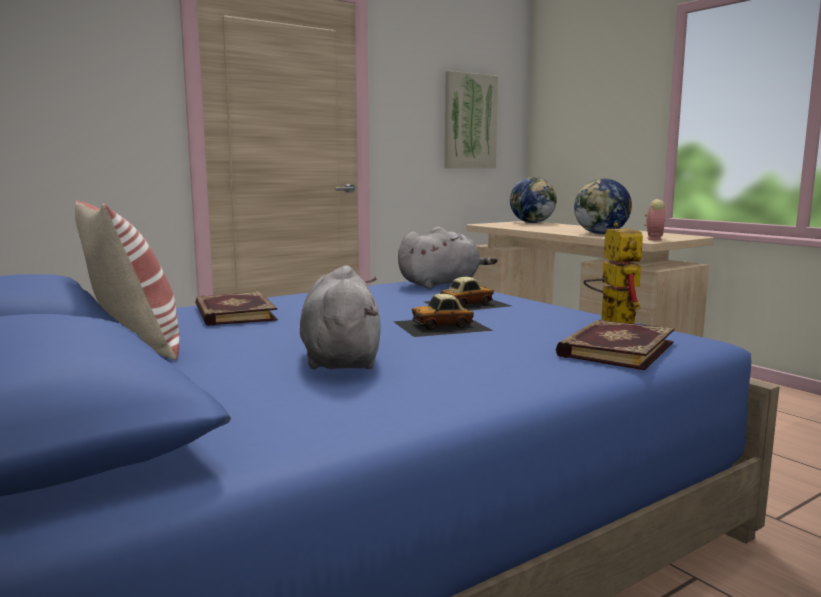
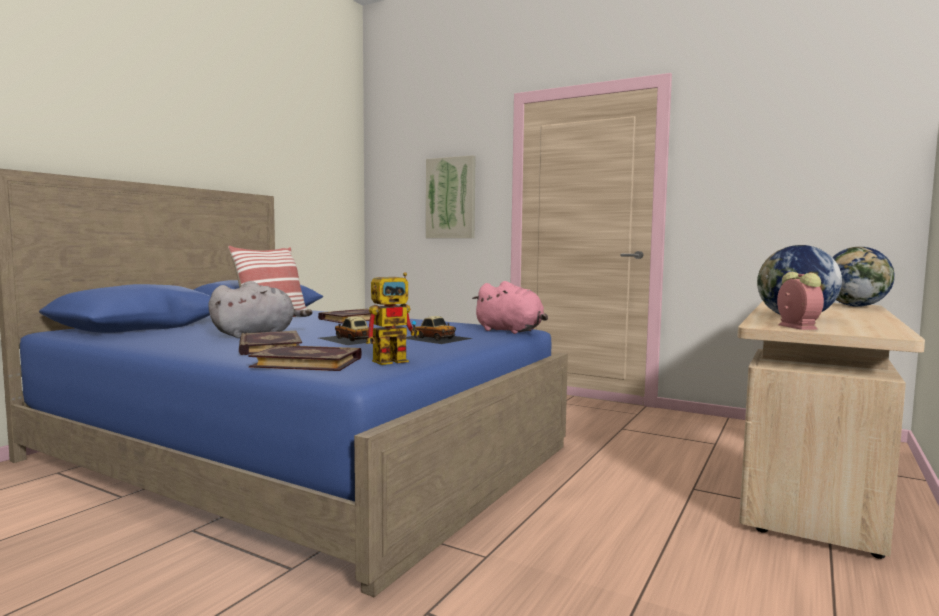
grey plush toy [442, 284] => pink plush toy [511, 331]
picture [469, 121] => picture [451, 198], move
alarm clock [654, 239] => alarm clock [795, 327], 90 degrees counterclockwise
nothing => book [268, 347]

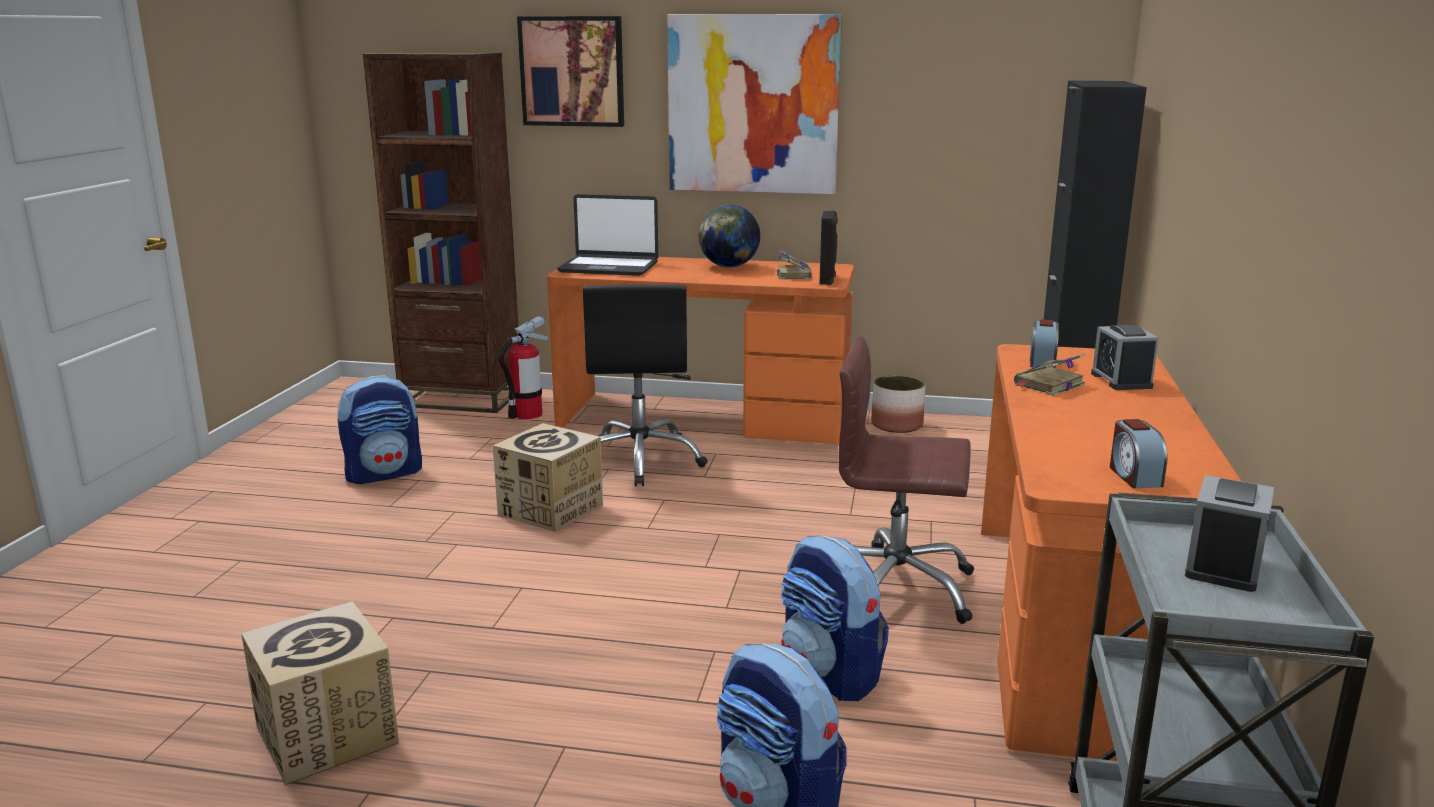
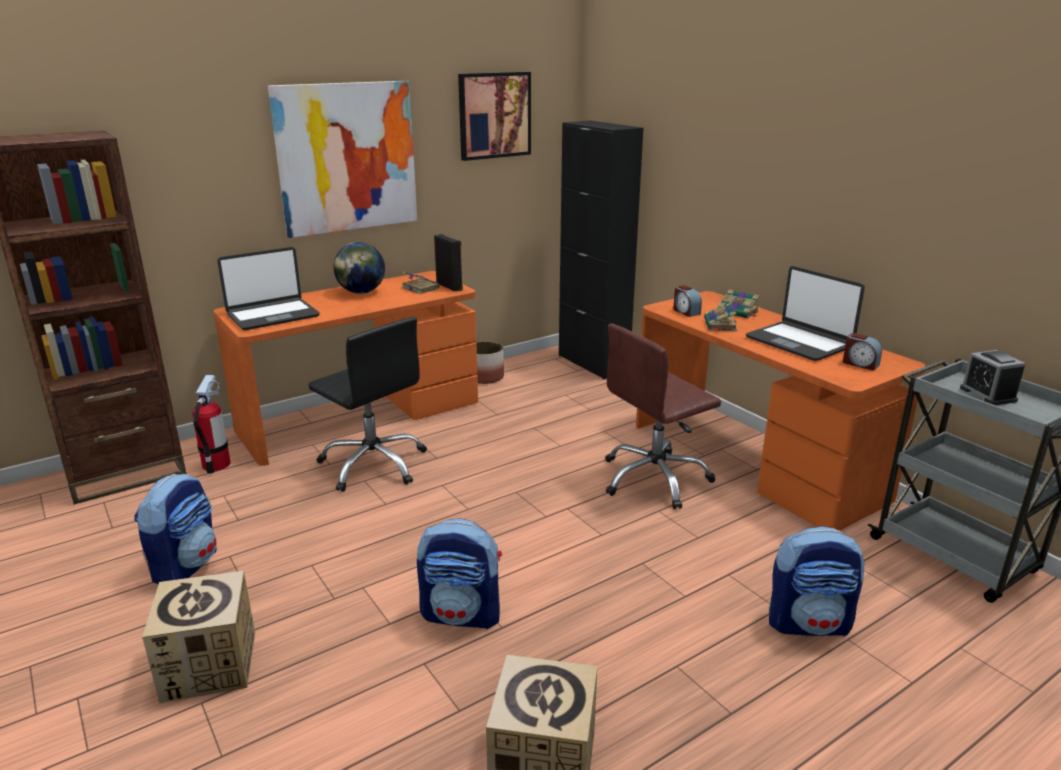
cardboard box [551, 510] => cardboard box [210, 665], move
picture [572, 71] => picture [494, 115], move
backpack [830, 675] => backpack [462, 614], move
alarm clock [1121, 380] => book [738, 312]
nothing => laptop [799, 342]

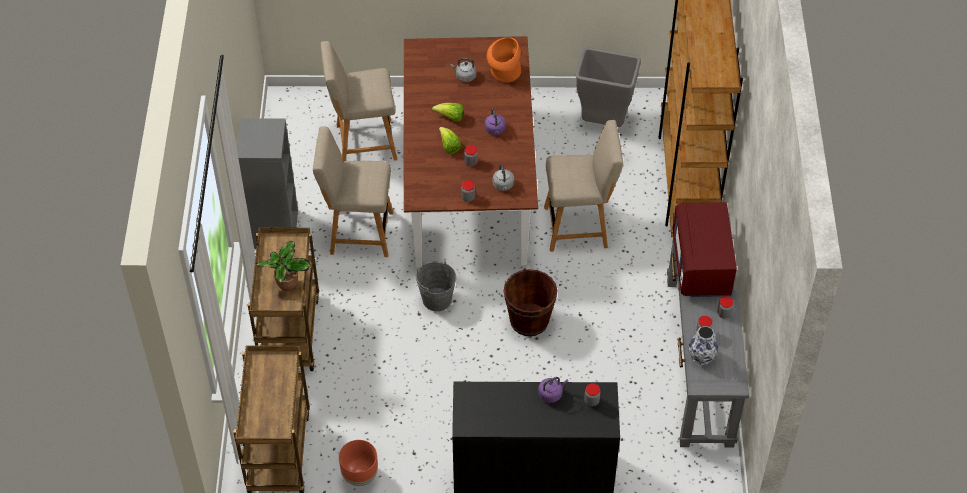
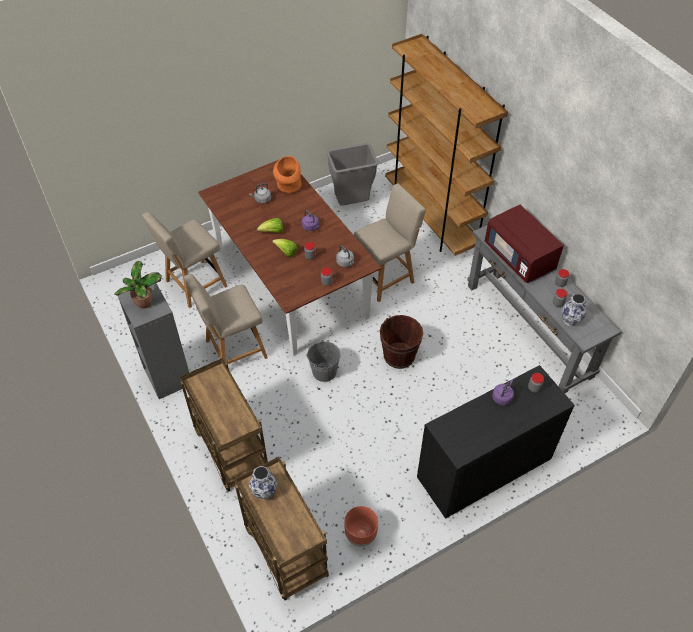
potted plant [286, 285] => potted plant [144, 303], move
nothing => vase [264, 492]

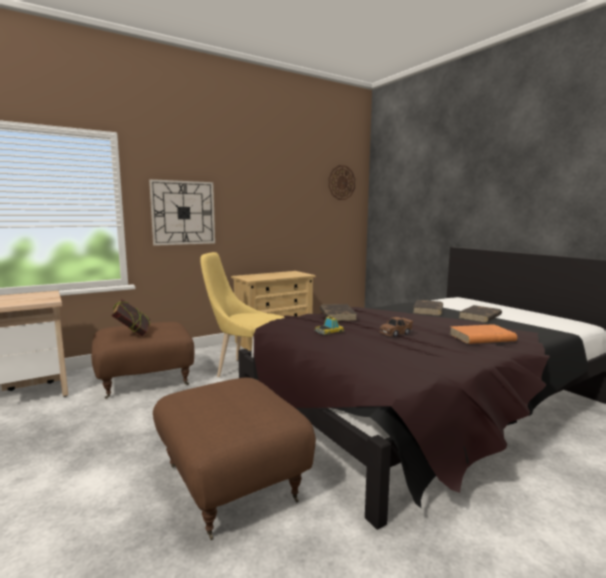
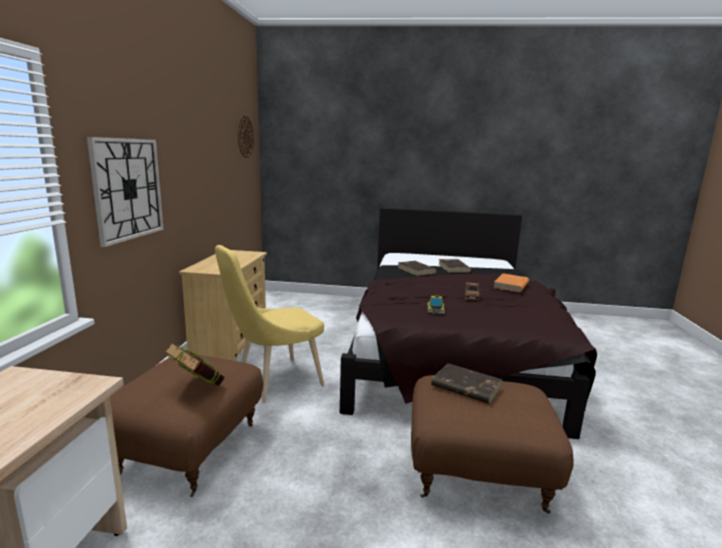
brown book [337, 315] => brown book [465, 387], move

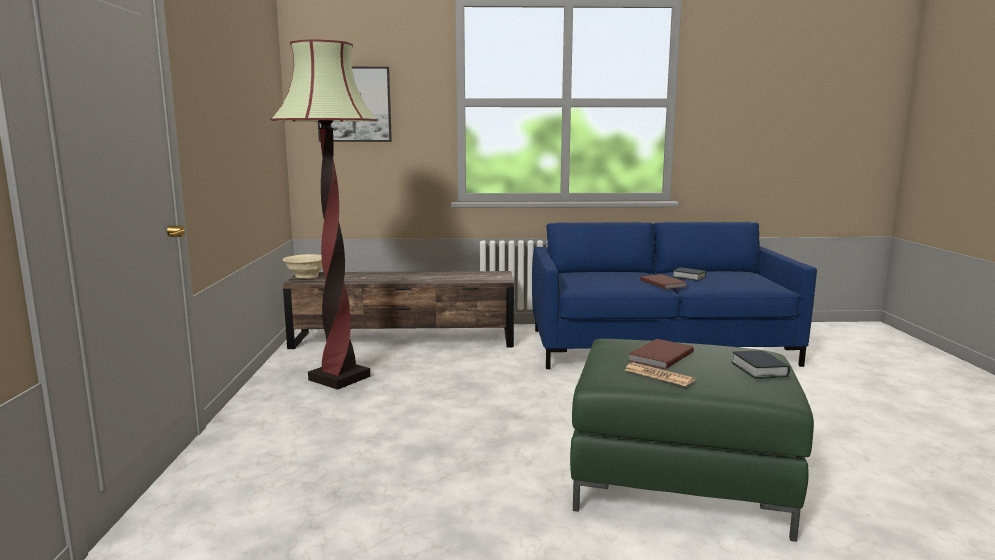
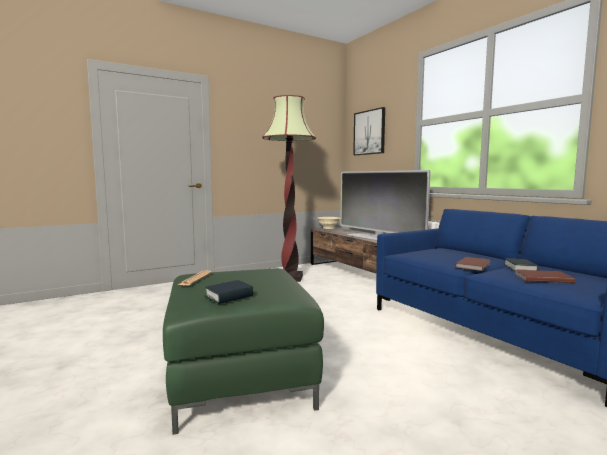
brown book [659, 356] => brown book [542, 278], move
nothing => television [376, 238]

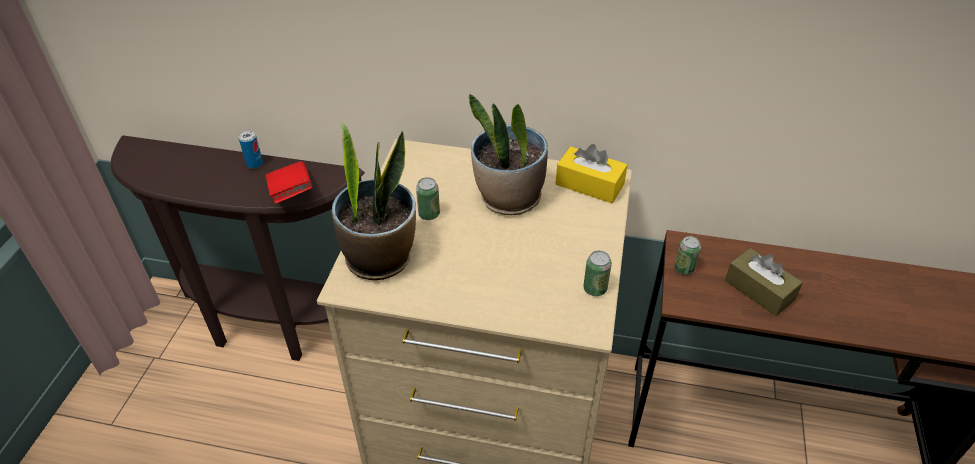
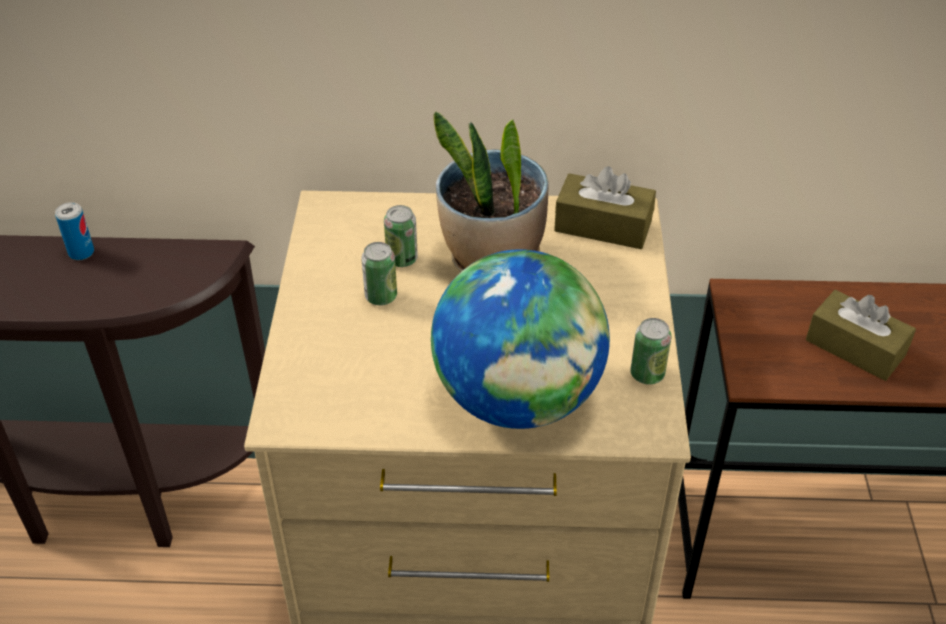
red book [291, 193] => nothing
potted plant [380, 258] => nothing
yellow tissue box [589, 184] => brown tissue box [603, 226]
can [684, 268] => can [402, 259], move
nothing => globe [518, 398]

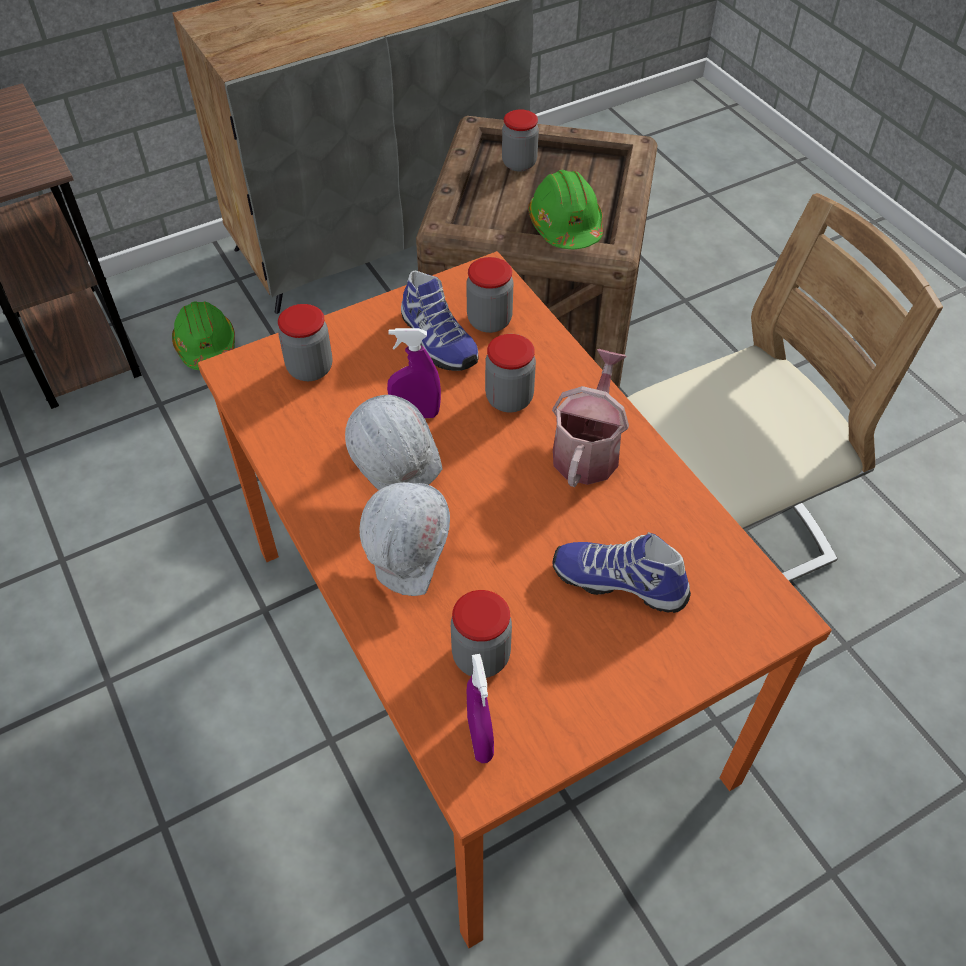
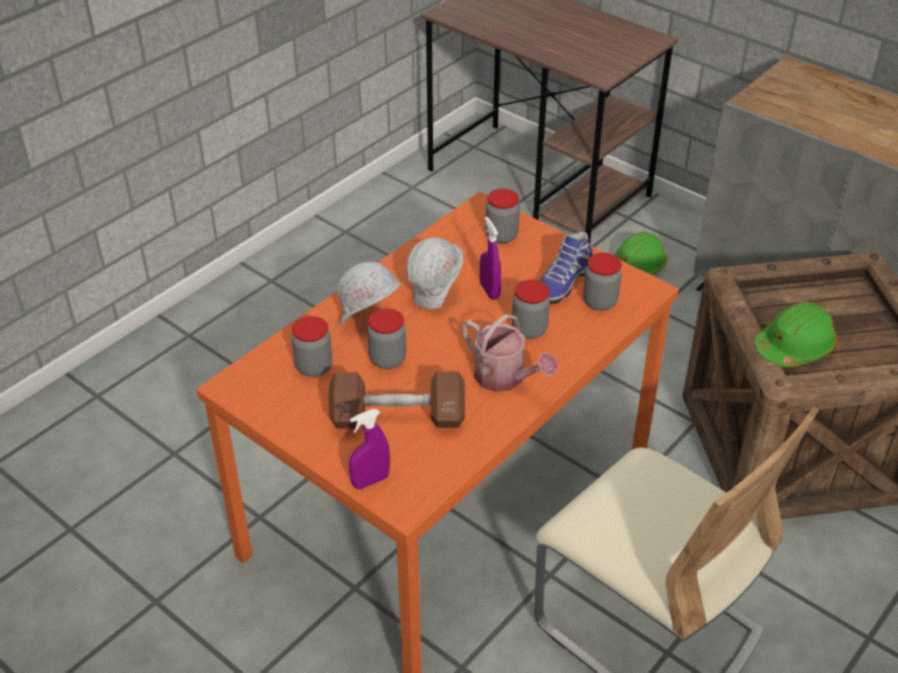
purple spray bottle [480, 738] => purple spray bottle [370, 481], move
jar [519, 163] => jar [387, 359], move
watering can [588, 449] => watering can [505, 378], 45 degrees clockwise
shoe [620, 581] => brown dumbbell [398, 417]

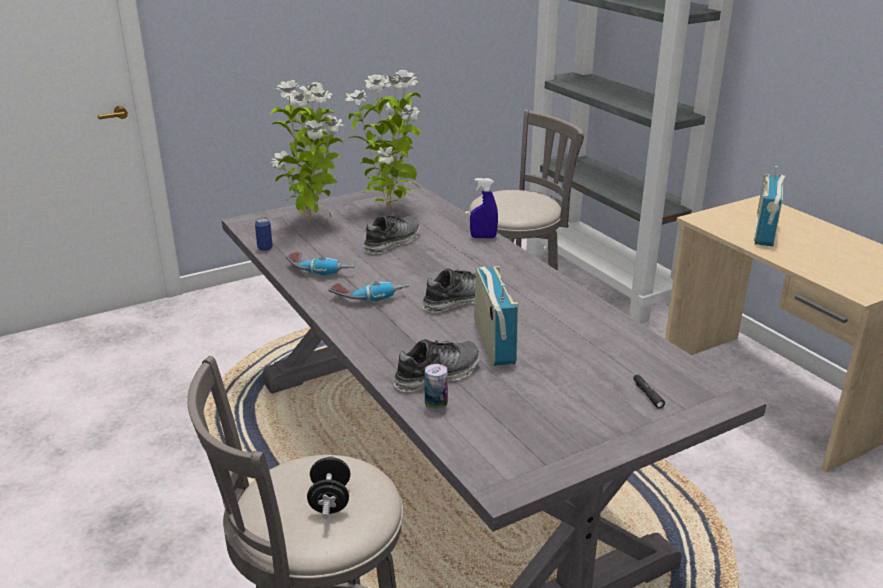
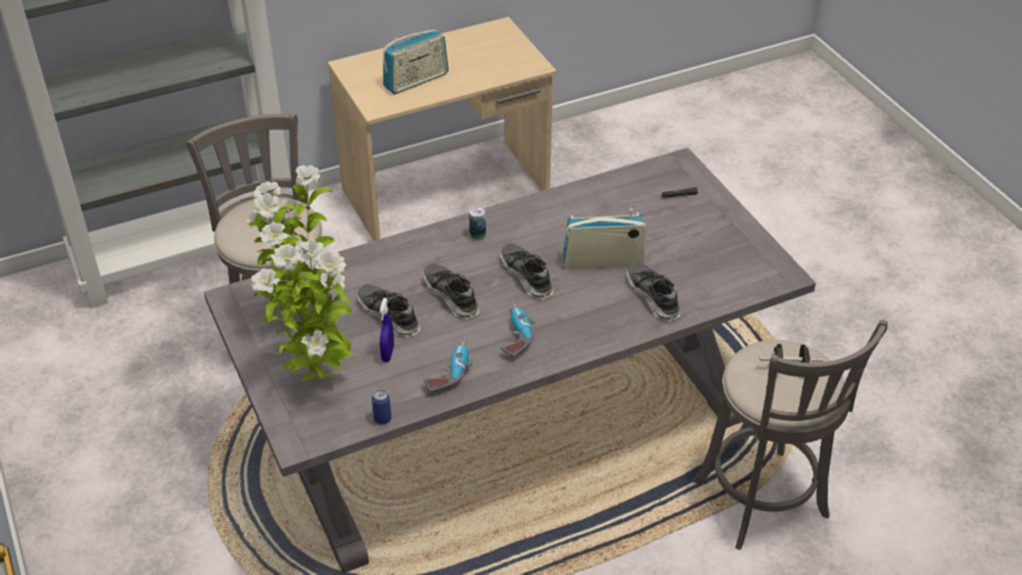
can [436, 406] => can [477, 236], move
blue spray bottle [483, 237] => blue spray bottle [388, 353], move
radio [764, 232] => radio [416, 81], 60 degrees counterclockwise
nothing => shoe [451, 296]

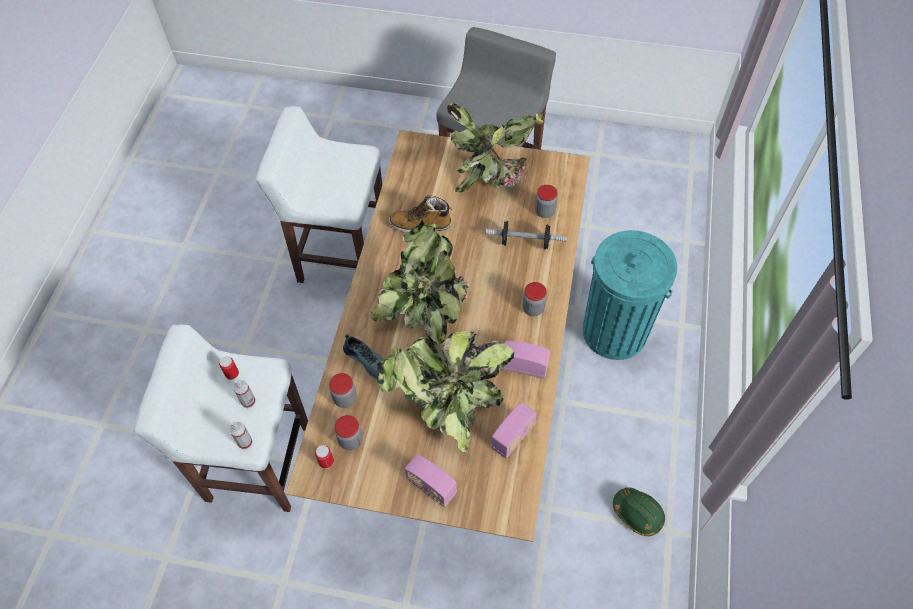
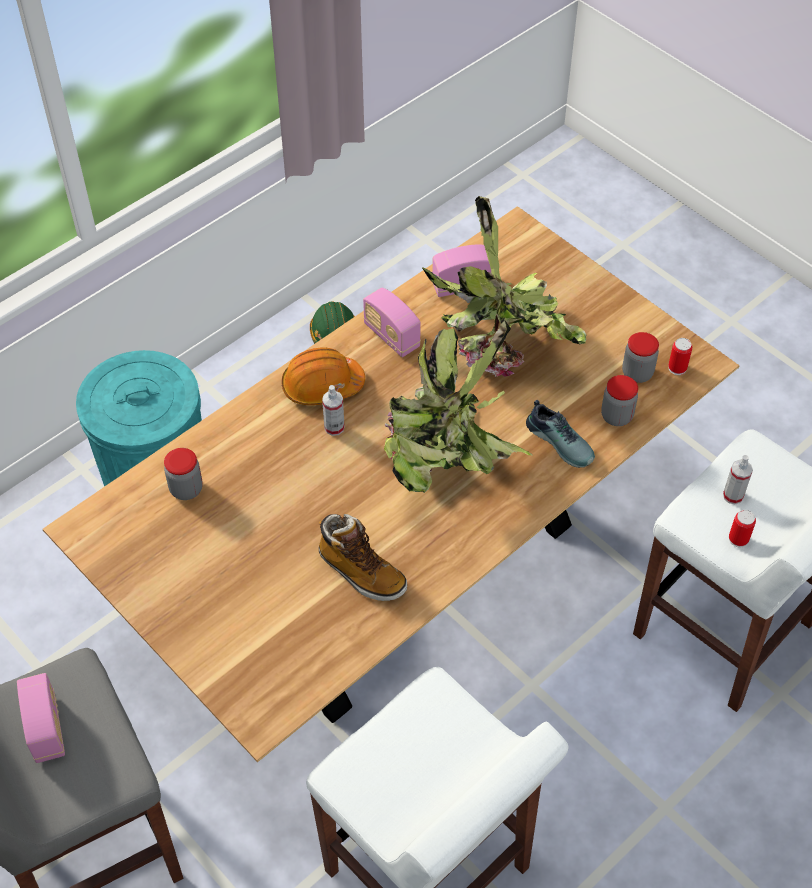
spray bottle [245, 442] => spray bottle [334, 427], move
shoe [368, 360] => shoe [561, 441], 150 degrees clockwise
radio [431, 486] => radio [46, 728], move
potted plant [492, 171] => nothing
dumbbell [525, 242] => nothing
jar [533, 308] => orange hard hat [322, 386]

